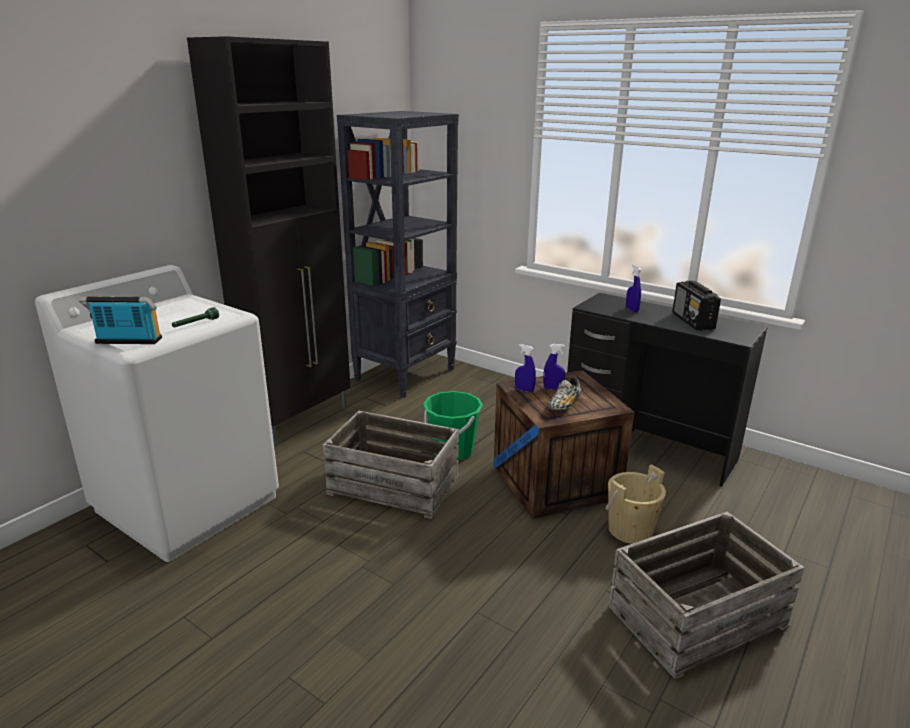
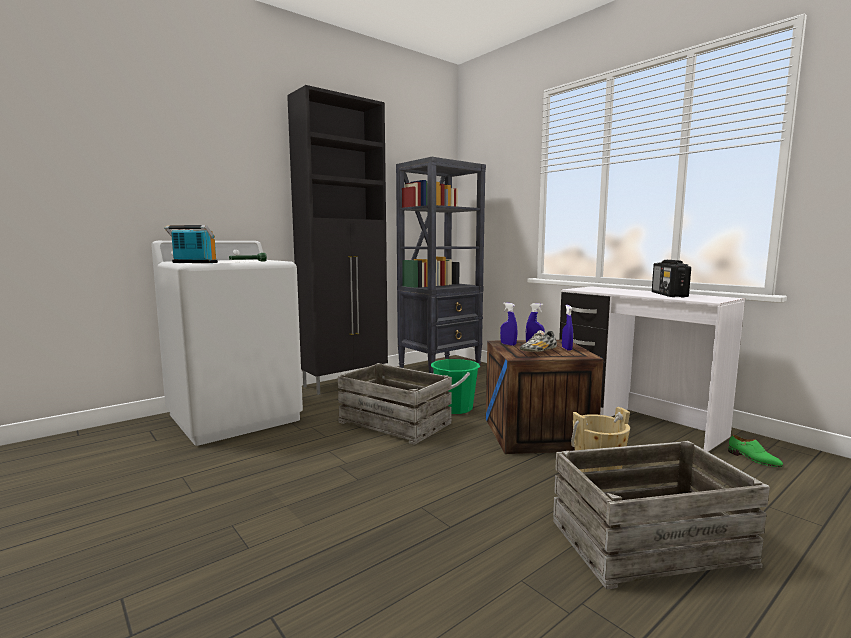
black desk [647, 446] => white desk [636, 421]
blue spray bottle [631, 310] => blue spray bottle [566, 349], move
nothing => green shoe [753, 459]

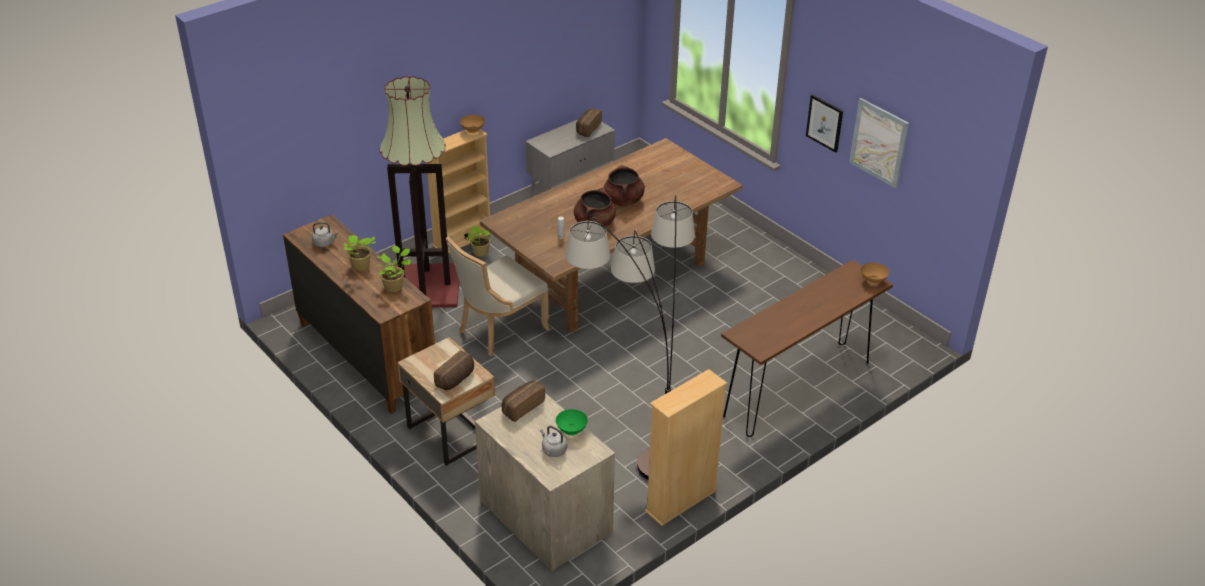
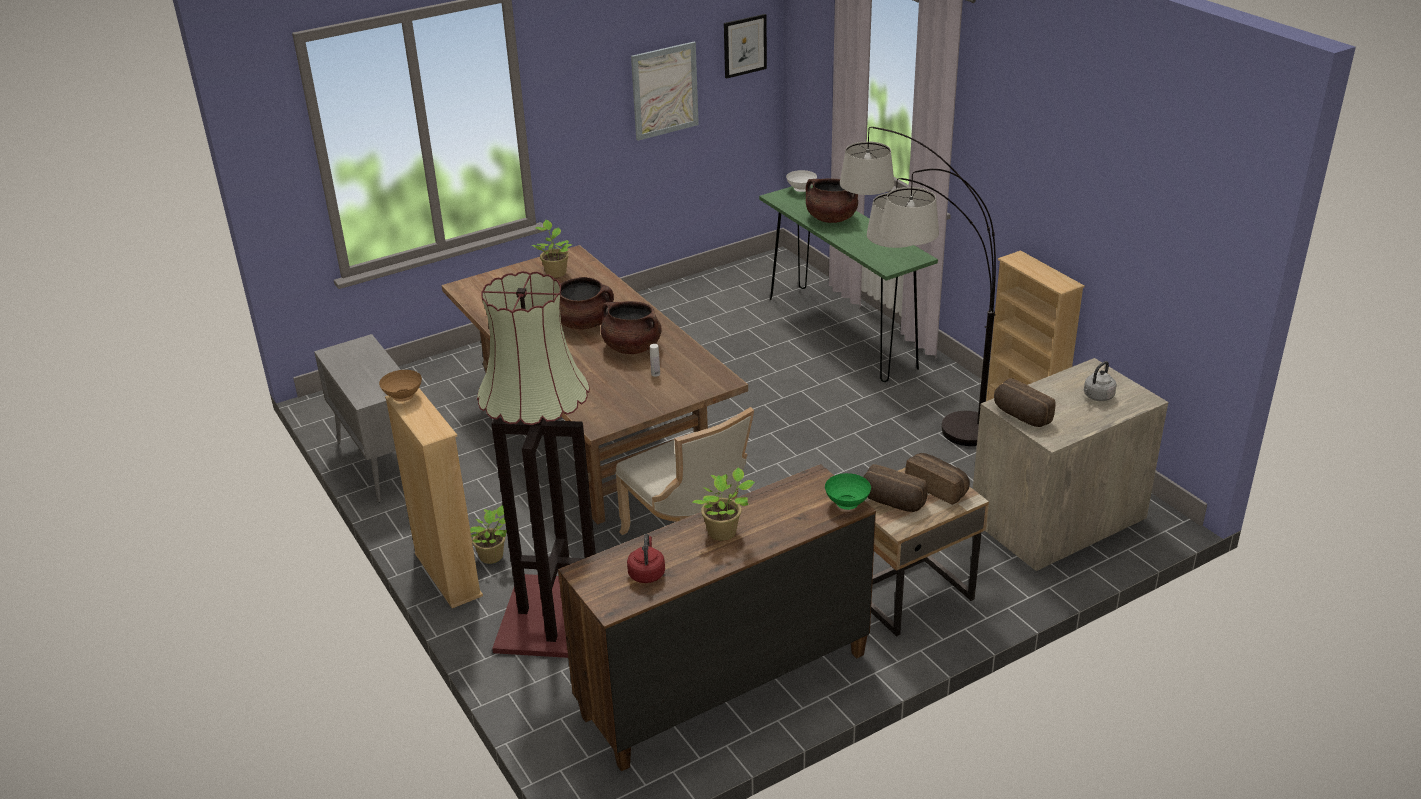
grey kettle [325, 243] => red kettle [647, 573]
potted plant [394, 286] => potted plant [555, 272], move
green bowl [571, 431] => green bowl [847, 505], move
bread [587, 128] => bread [891, 502], move
brown console table [797, 389] => green console table [841, 332]
picture [824, 123] => picture [744, 45], move
brown bowl [873, 281] => white bowl [801, 189]
nothing => brown cooking pot [831, 218]

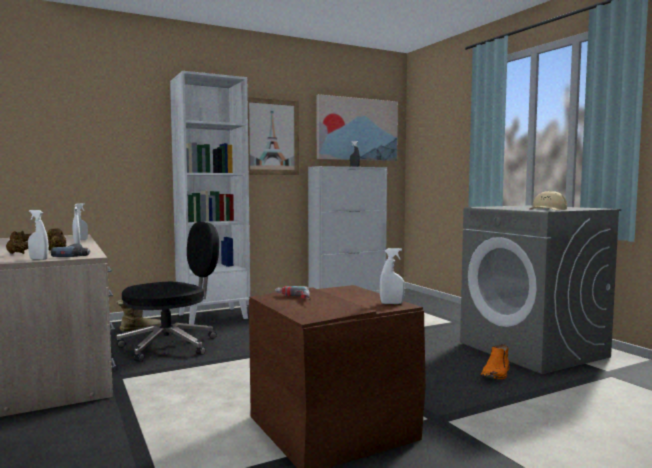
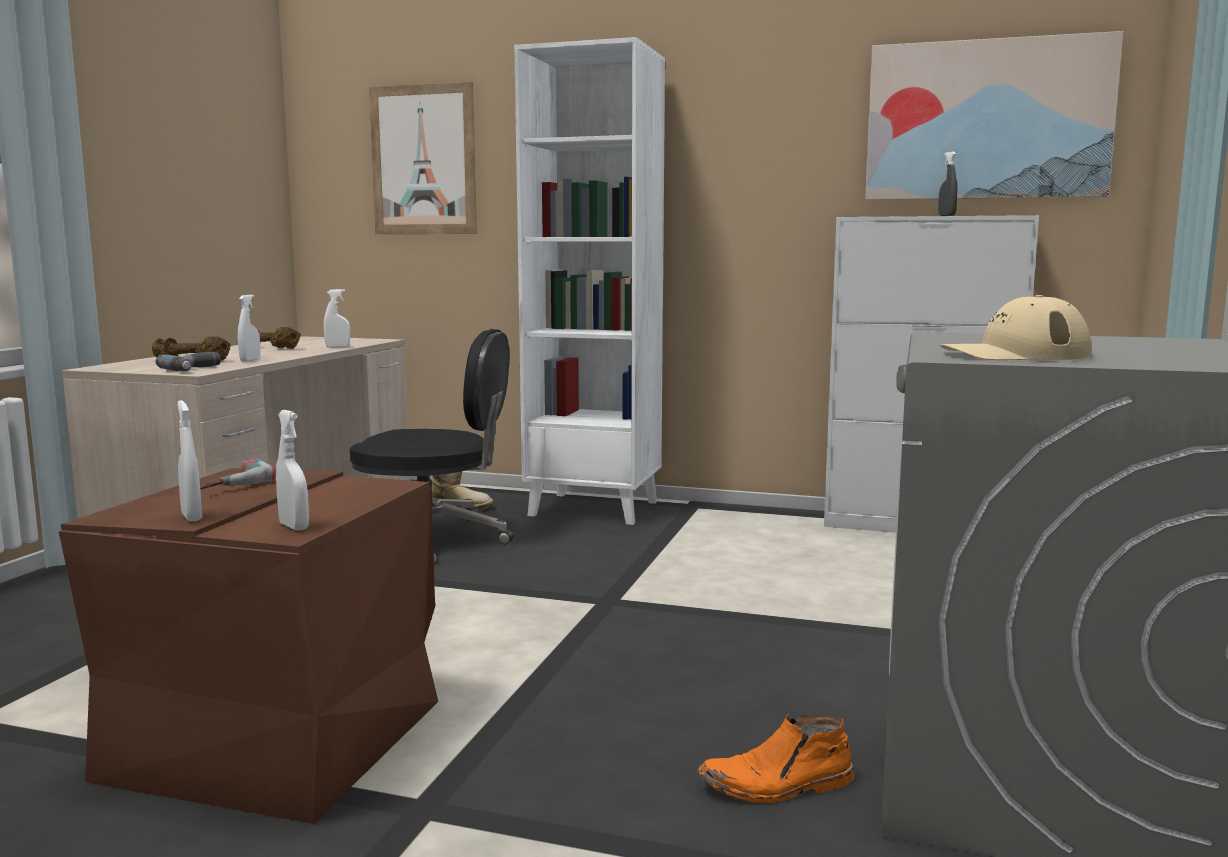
white spray bottle [39, 259] => white spray bottle [191, 517], move
picture [271, 137] => picture [423, 160], move

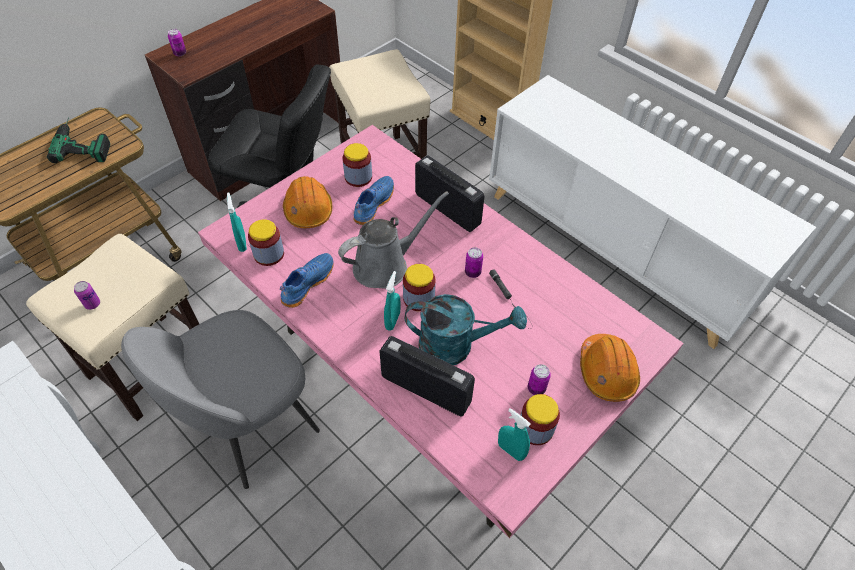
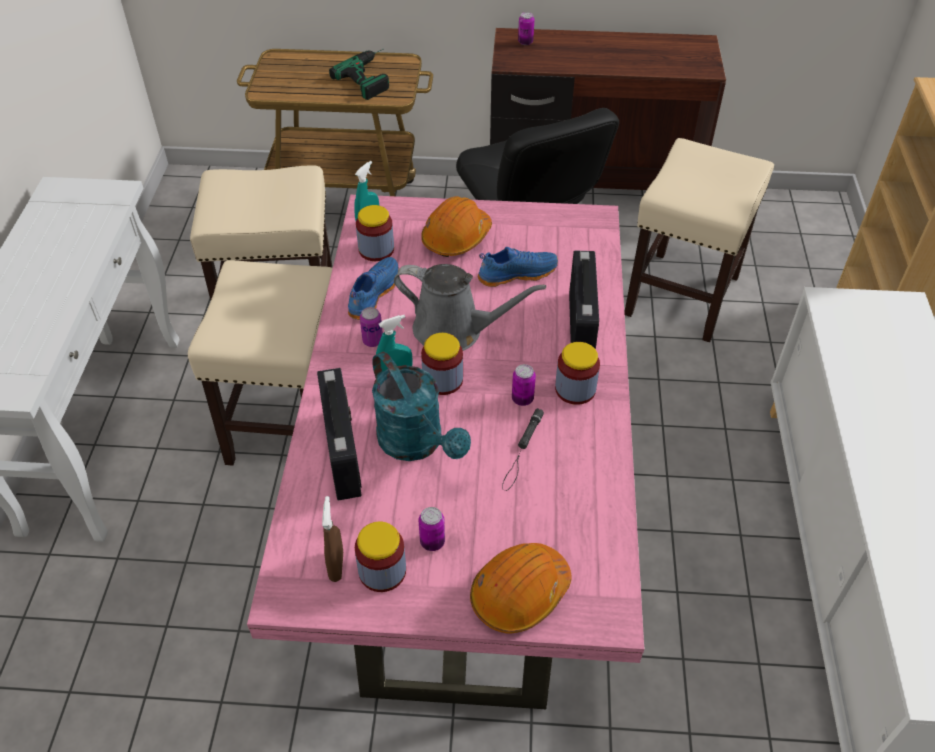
can [92, 304] => can [372, 341], move
grey chair [248, 424] => beige stool [288, 420]
blue shoe [307, 283] => blue shoe [372, 294], 60 degrees counterclockwise
jar [358, 177] => jar [575, 389], move
turquoise spray bottle [511, 451] => brown spray bottle [336, 566]

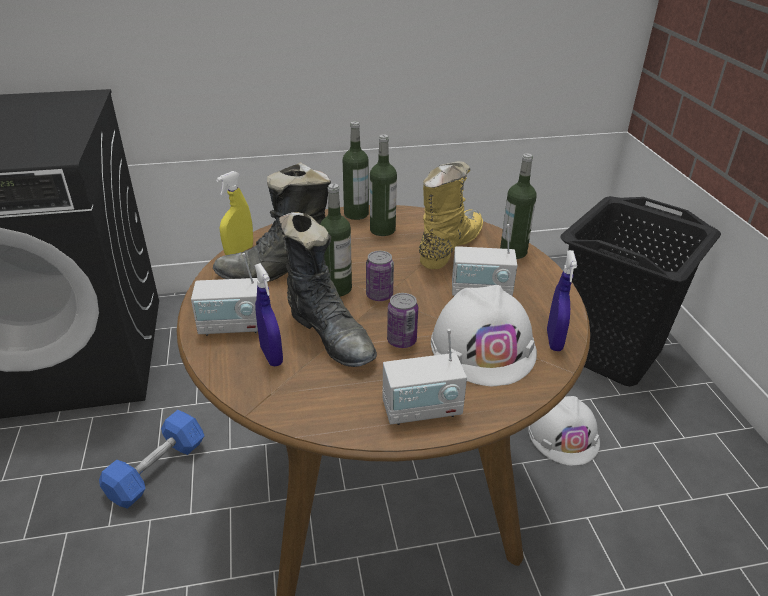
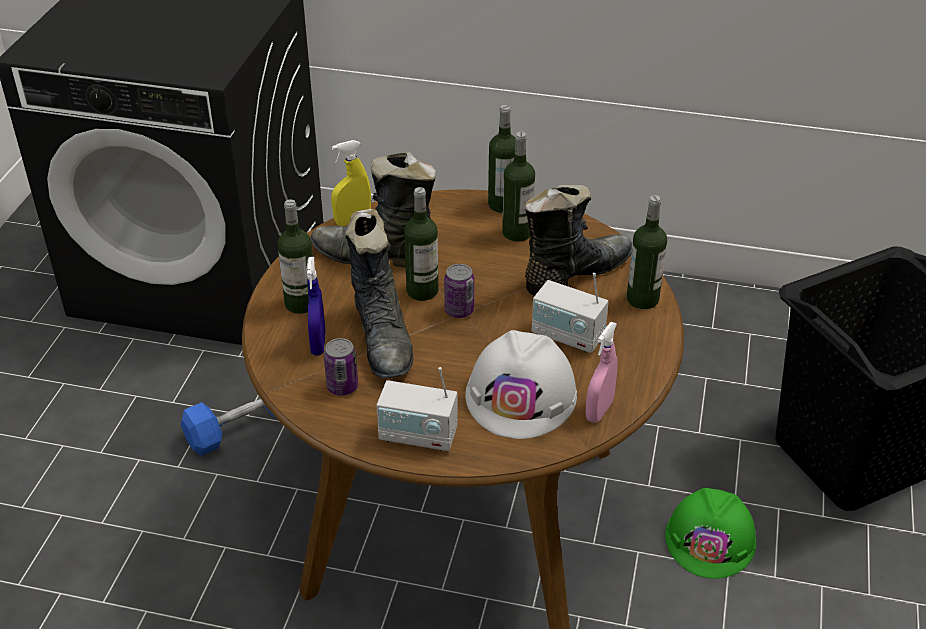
radio [232, 326] => bottle [301, 303]
can [401, 341] => can [342, 387], move
yellow boot [448, 246] => black boot [574, 273]
white hard hat [563, 435] => green hard hat [710, 539]
blue spray bottle [554, 341] => pink spray bottle [599, 411]

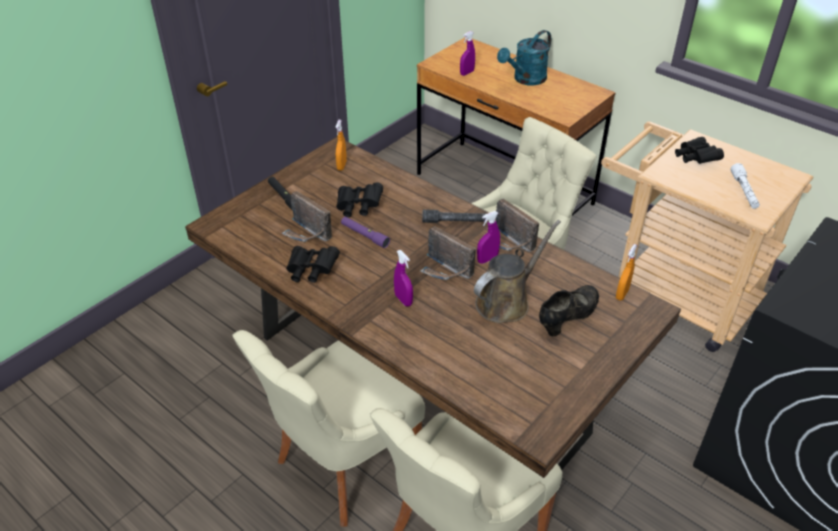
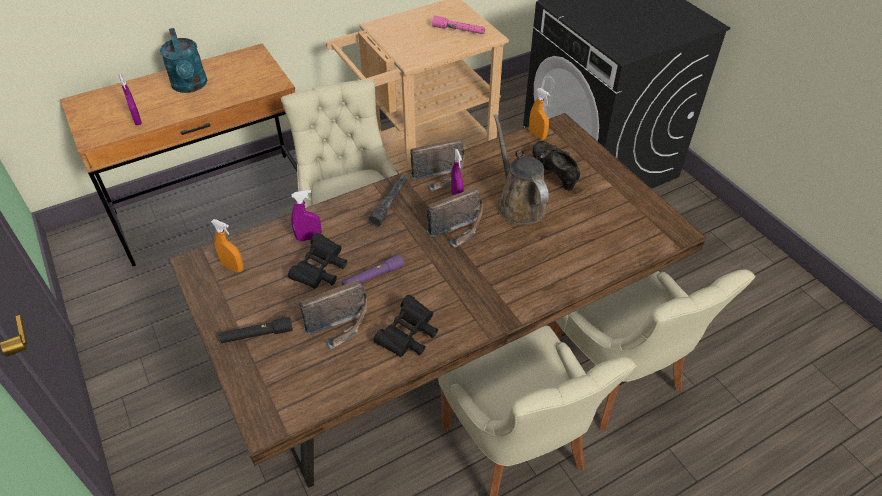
purple spray bottle [403, 300] => purple spray bottle [309, 238], move
black binoculars [695, 159] => nothing
white flashlight [744, 191] => pink flashlight [459, 30]

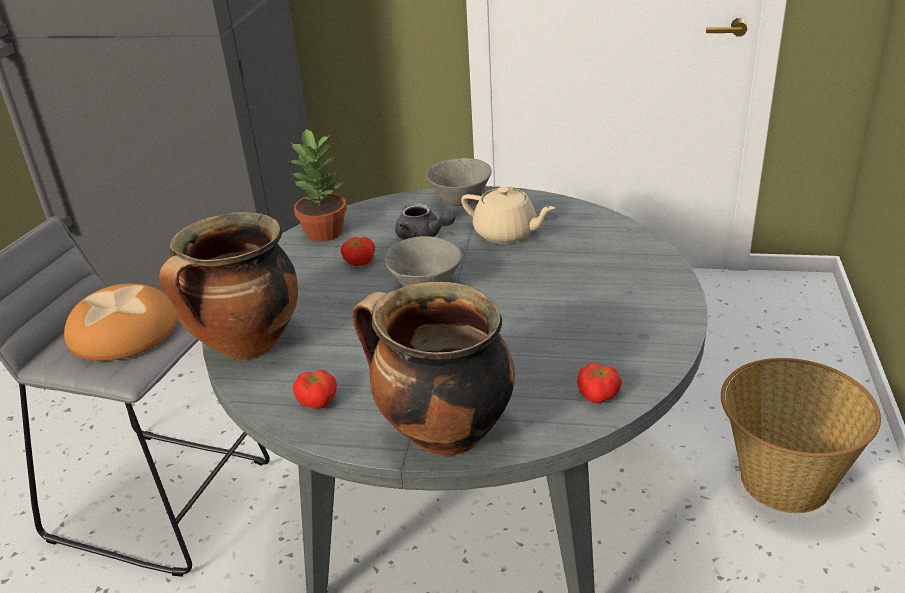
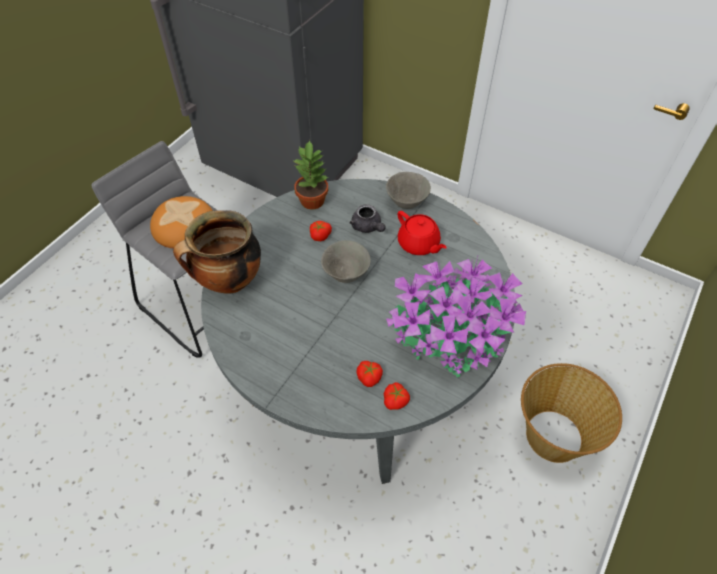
tomato [318, 400] => tomato [369, 377], move
cooking pot [442, 433] => nothing
beige teapot [506, 233] => red teapot [418, 244]
nothing => potted plant [452, 336]

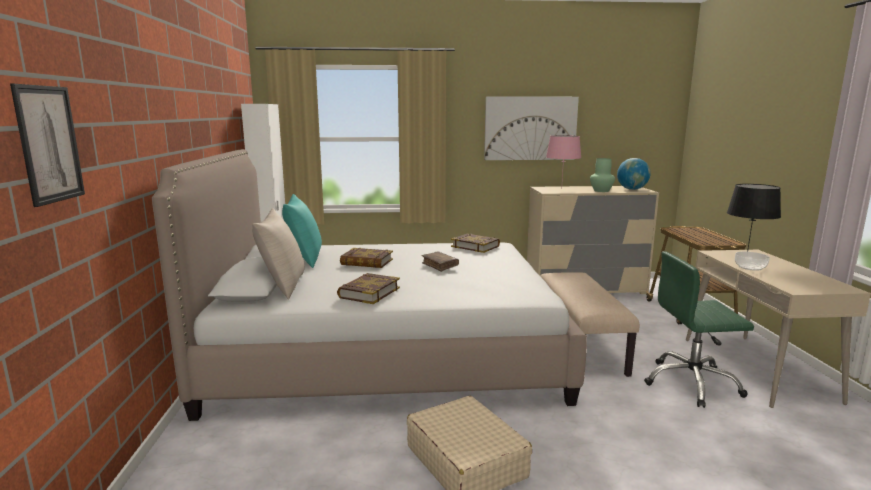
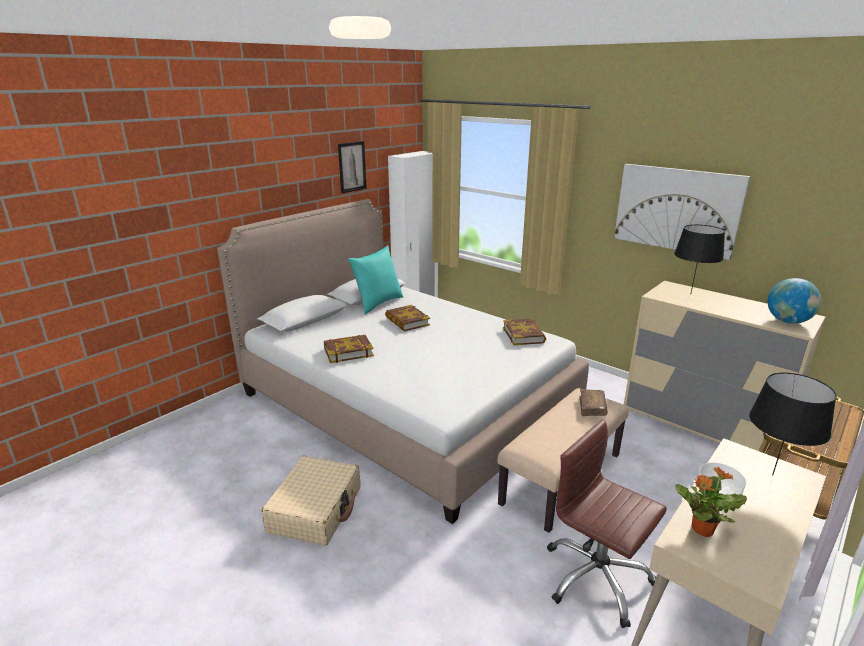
picture [49, 144] => picture [352, 167], move
beige pillow [283, 286] => nothing
brown book [440, 265] => brown book [592, 407], move
pink table lamp [561, 188] => black table lamp [690, 294]
green vase [601, 191] => nothing
green office chair [691, 383] => brown office chair [596, 578]
nothing => potted plant [701, 529]

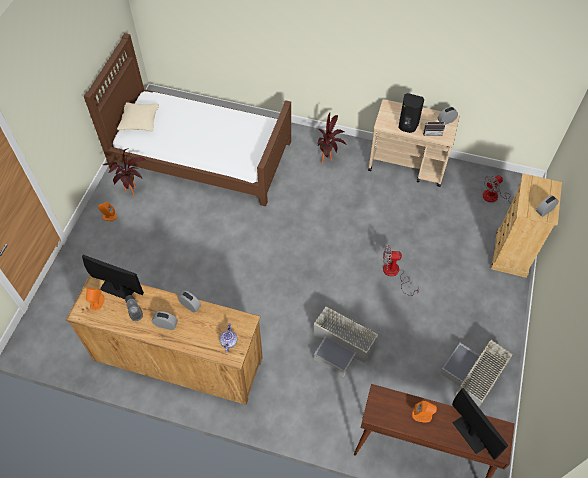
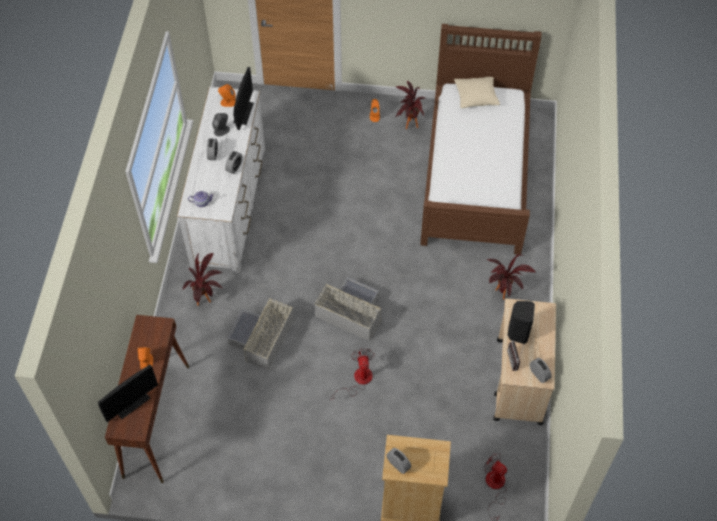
brown dresser [177, 358] => white dresser [229, 206]
grey storage box [473, 376] => grey storage box [350, 312], move
nothing => potted plant [207, 300]

